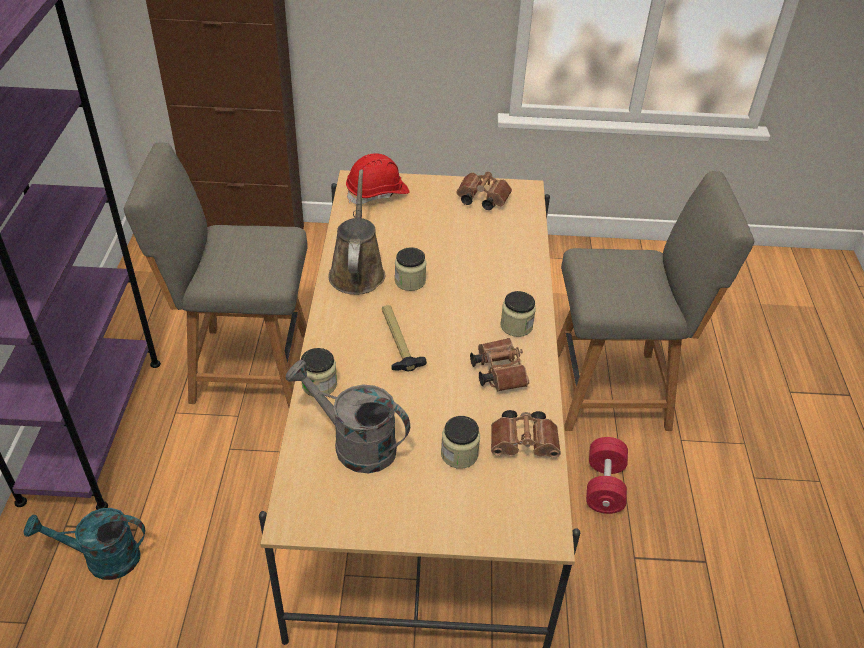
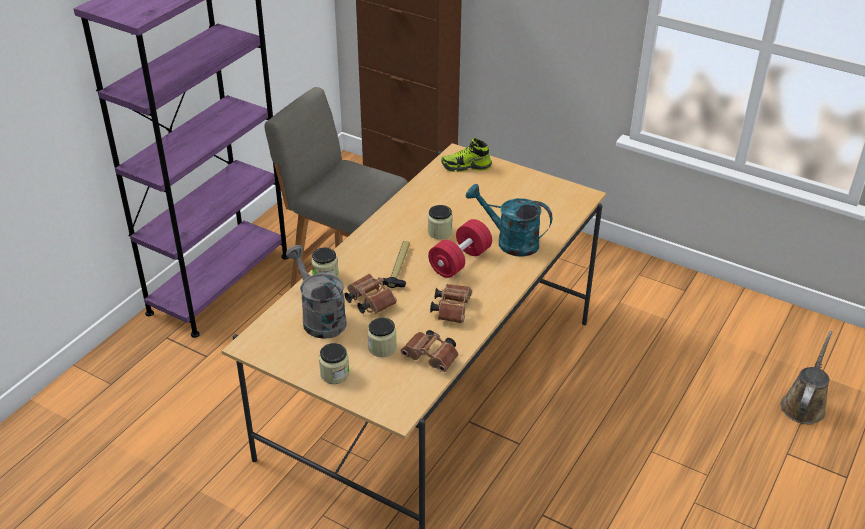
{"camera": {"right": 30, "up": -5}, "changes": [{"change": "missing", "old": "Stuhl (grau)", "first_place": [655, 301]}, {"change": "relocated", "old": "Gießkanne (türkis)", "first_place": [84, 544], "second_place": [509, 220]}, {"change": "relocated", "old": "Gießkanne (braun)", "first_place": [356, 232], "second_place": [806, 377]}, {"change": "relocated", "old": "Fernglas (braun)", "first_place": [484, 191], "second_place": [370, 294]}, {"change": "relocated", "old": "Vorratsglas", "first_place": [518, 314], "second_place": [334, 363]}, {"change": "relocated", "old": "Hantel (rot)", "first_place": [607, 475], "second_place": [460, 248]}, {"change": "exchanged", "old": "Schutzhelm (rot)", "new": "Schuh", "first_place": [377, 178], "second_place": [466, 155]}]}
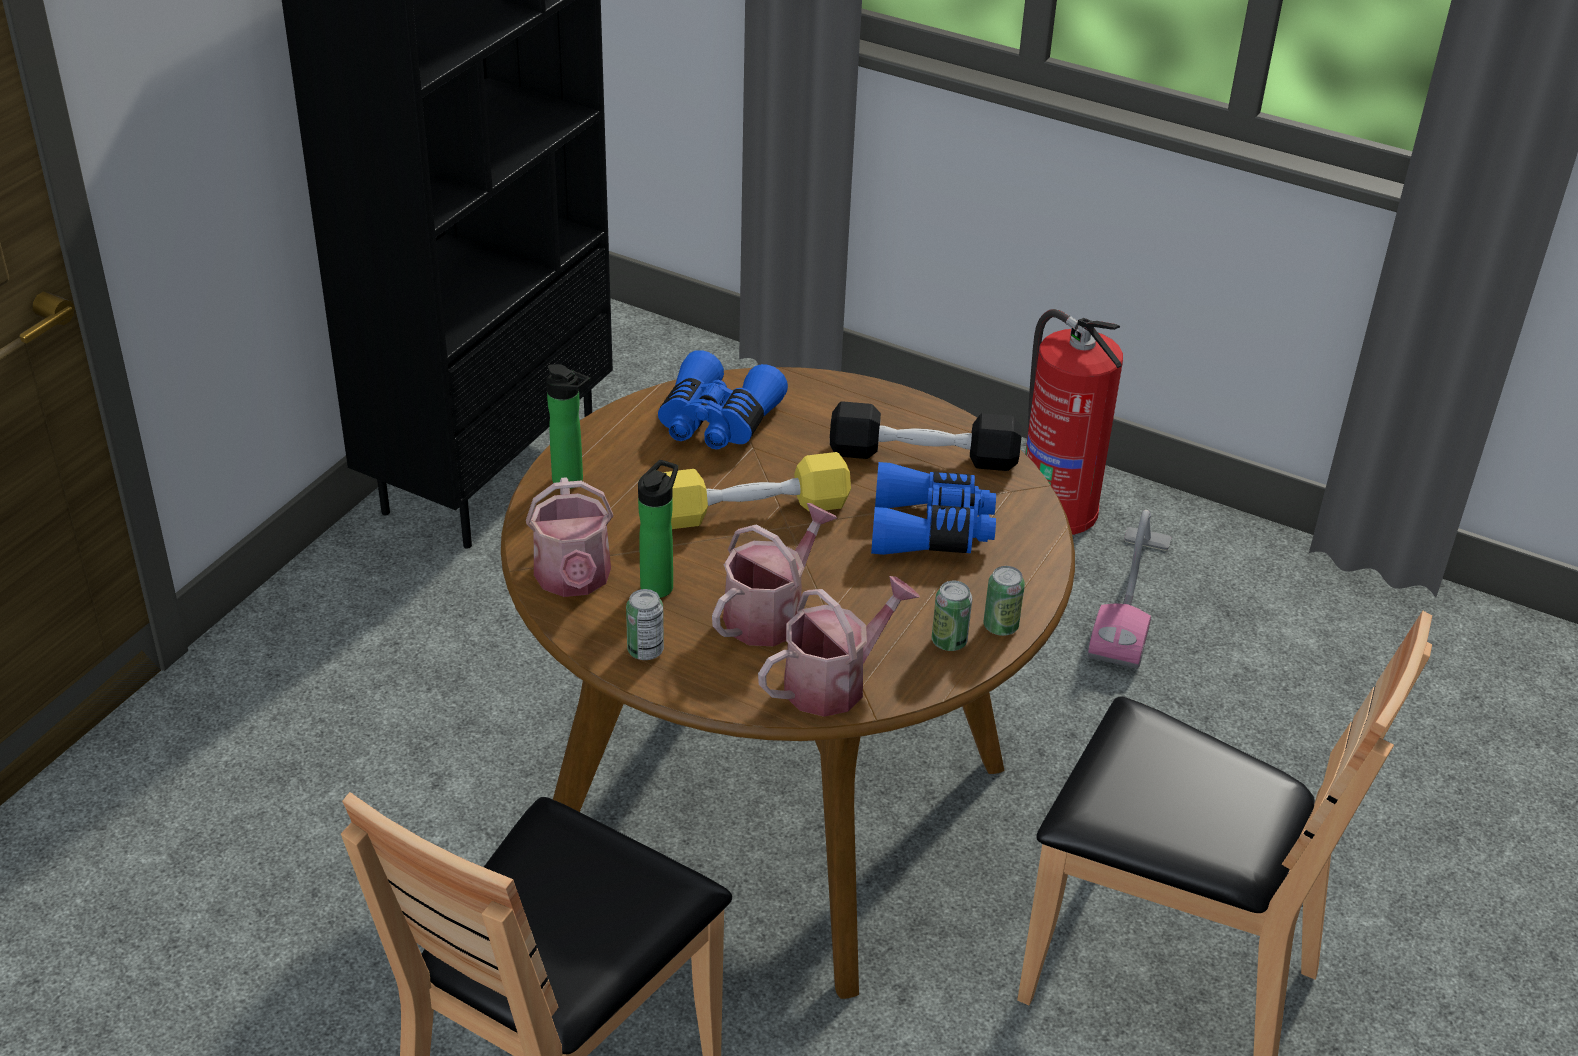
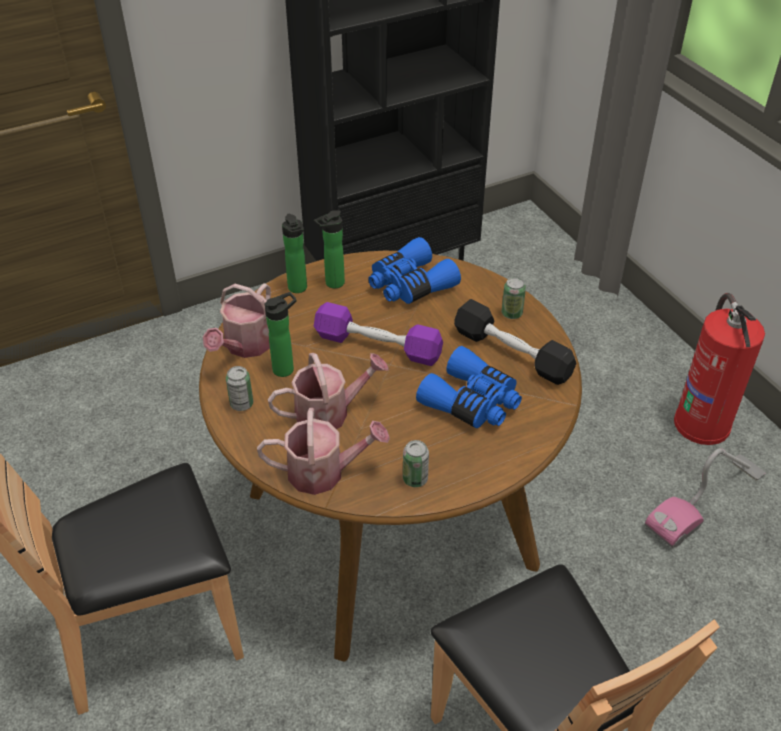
{"camera": {"right": 35, "up": 5}, "changes": [{"change": "appeared", "new": "Flasche", "second_place": [329, 249]}, {"change": "relocated", "old": "Dose", "first_place": [1004, 601], "second_place": [514, 298]}, {"change": "colour", "old": "Hantel (gelb)", "new": "Hantel (lila)", "first_place": [757, 490], "second_place": [378, 334]}]}
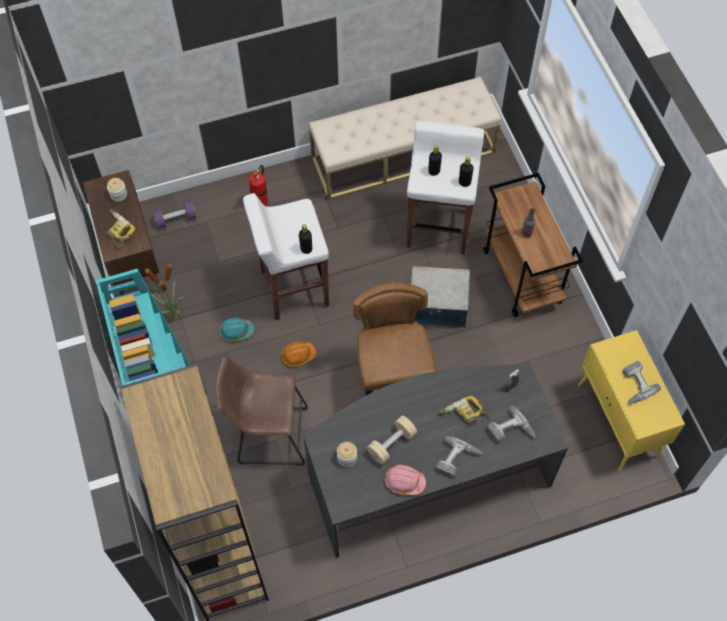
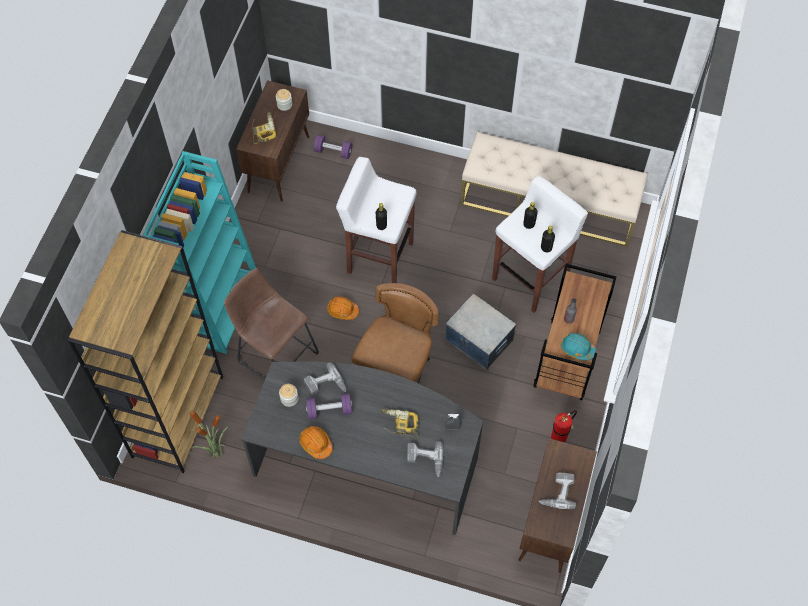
{"camera": {"right": 35, "up": 0}, "changes": [{"change": "relocated", "old": "Topfpflanze", "first_place": [164, 292], "second_place": [209, 434]}, {"change": "relocated", "old": "Schutzhelm (türkis)", "first_place": [236, 329], "second_place": [578, 347]}, {"change": "relocated", "old": "Feuerlöscher", "first_place": [258, 185], "second_place": [564, 426]}, {"change": "relocated", "old": "Bohrmaschine", "first_place": [458, 456], "second_place": [325, 378]}, {"change": "colour", "old": "Hantel (beige)", "new": "Hantel (lila)", "first_place": [392, 440], "second_place": [329, 406]}, {"change": "colour", "old": "Schutzhelm (rosa)", "new": "Schutzhelm (orange)", "first_place": [405, 480], "second_place": [316, 442]}, {"change": "colour", "old": "Schrank (gelb)", "new": "Schrank (braun)", "first_place": [631, 401], "second_place": [558, 505]}]}
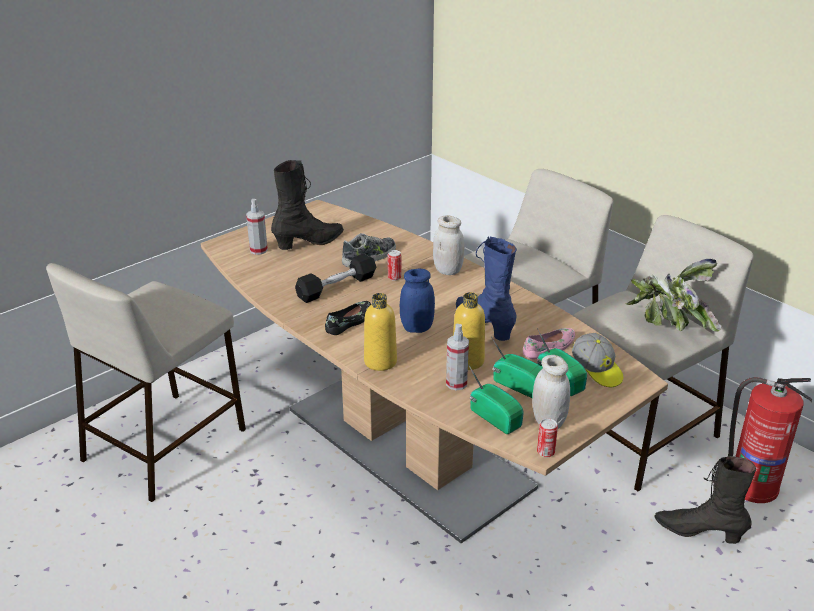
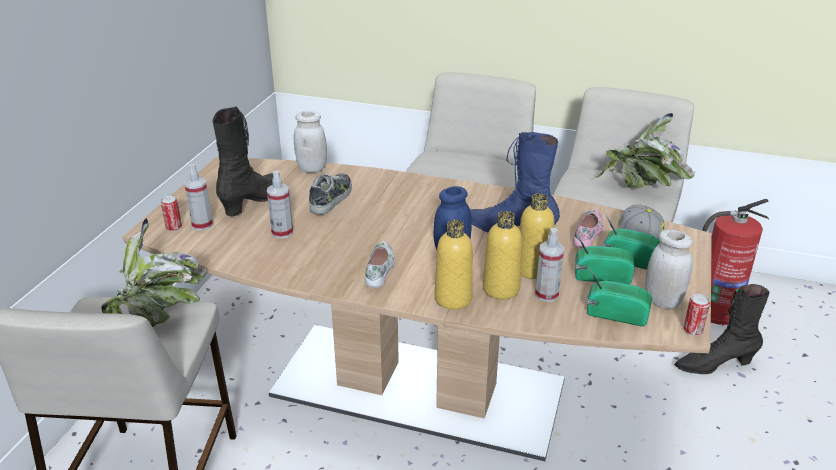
{"camera": {"right": -30, "up": 0}, "changes": [{"change": "missing", "old": "Hantel (schwarz)", "first_place": [335, 278]}, {"change": "appeared", "new": "Topfpflanze", "second_place": [153, 272]}, {"change": "appeared", "new": "Sprühflasche", "second_place": [280, 205]}, {"change": "appeared", "new": "Flasche (gelb)", "second_place": [502, 255]}, {"change": "relocated", "old": "Dose", "first_place": [394, 265], "second_place": [171, 213]}, {"change": "relocated", "old": "Vorratsglas (weiß)", "first_place": [448, 245], "second_place": [310, 142]}, {"change": "colour", "old": "Schuh (schwarz)", "new": "Schuh (weiß)", "first_place": [348, 318], "second_place": [380, 264]}]}
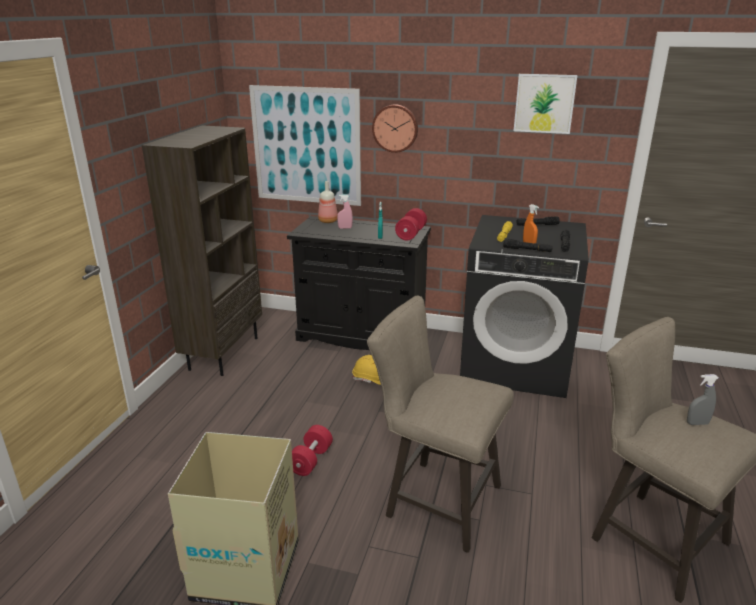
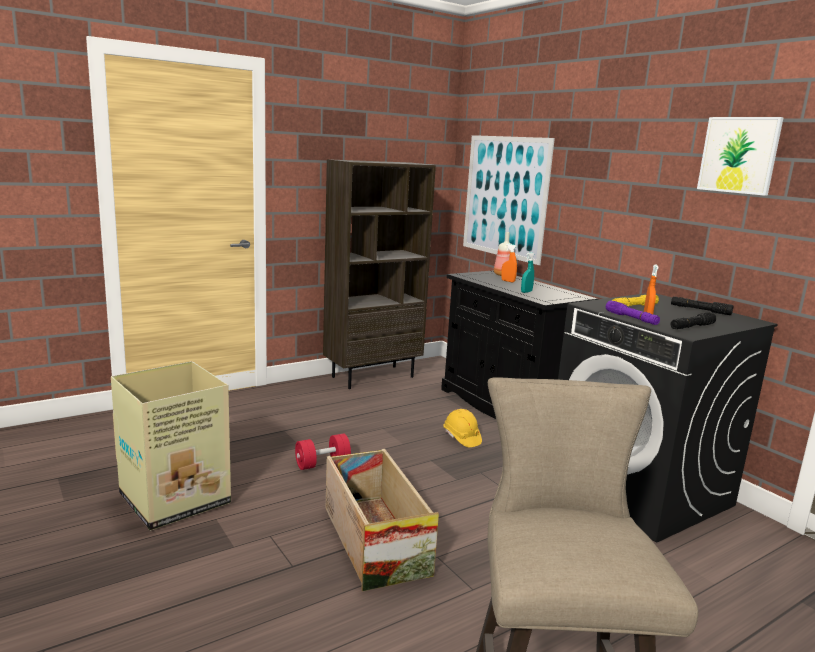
{"camera": {"right": 40, "up": -10}, "changes": [{"change": "missing", "old": "Wanduhr", "first_place": [395, 129]}, {"change": "missing", "old": "Hantel (rot)", "first_place": [411, 224]}, {"change": "missing", "old": "Sprühflasche (grau)", "first_place": [703, 399]}, {"change": "exchanged", "old": "Hocker (beige)", "new": "Kiste", "first_place": [440, 424], "second_place": [382, 520]}, {"change": "colour", "old": "Sprühflasche (rosa)", "new": "Sprühflasche (orange)", "first_place": [345, 211], "second_place": [509, 263]}, {"change": "colour", "old": "Taschenlampe (schwarz)", "new": "Taschenlampe (lila)", "first_place": [527, 245], "second_place": [633, 312]}]}
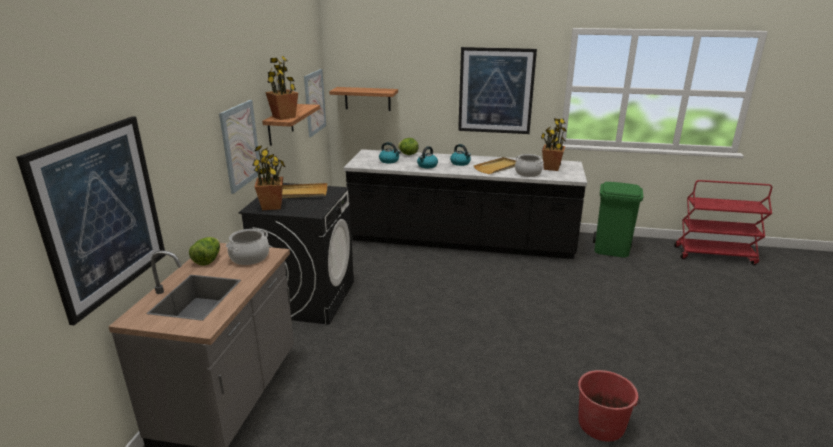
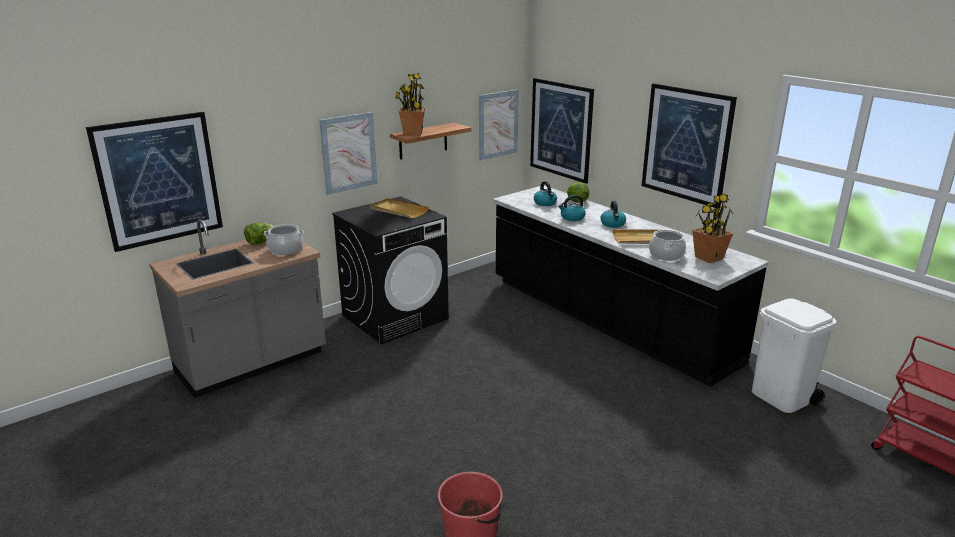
{"camera": {"right": 40, "up": 0}, "changes": [{"change": "missing", "old": "Topfpflanze", "first_place": [268, 177]}, {"change": "exchanged", "old": "Wandregal", "new": "Bild", "first_place": [363, 99], "second_place": [562, 130]}, {"change": "colour", "old": "Mülleimer (grün)", "new": "Mülleimer (weiß)", "first_place": [618, 220], "second_place": [794, 356]}]}
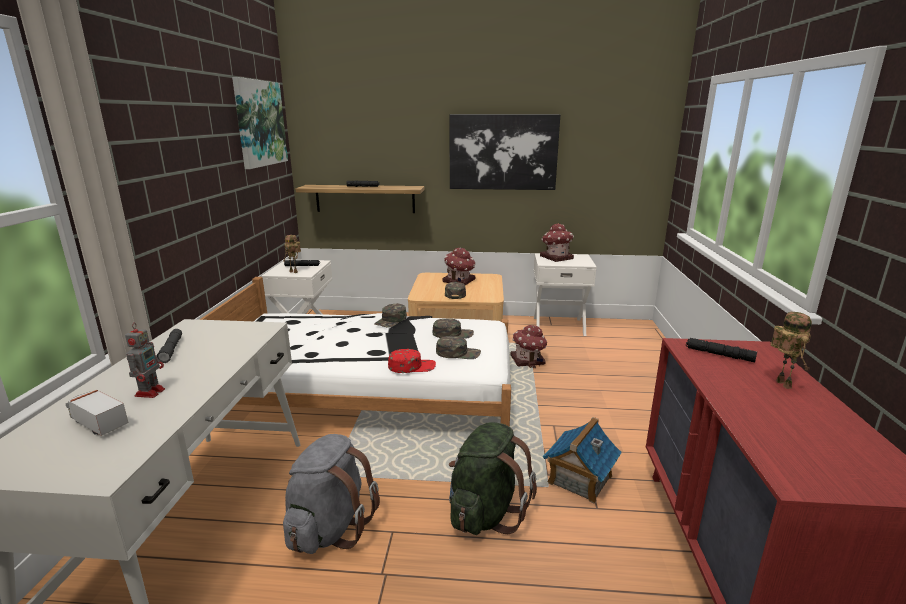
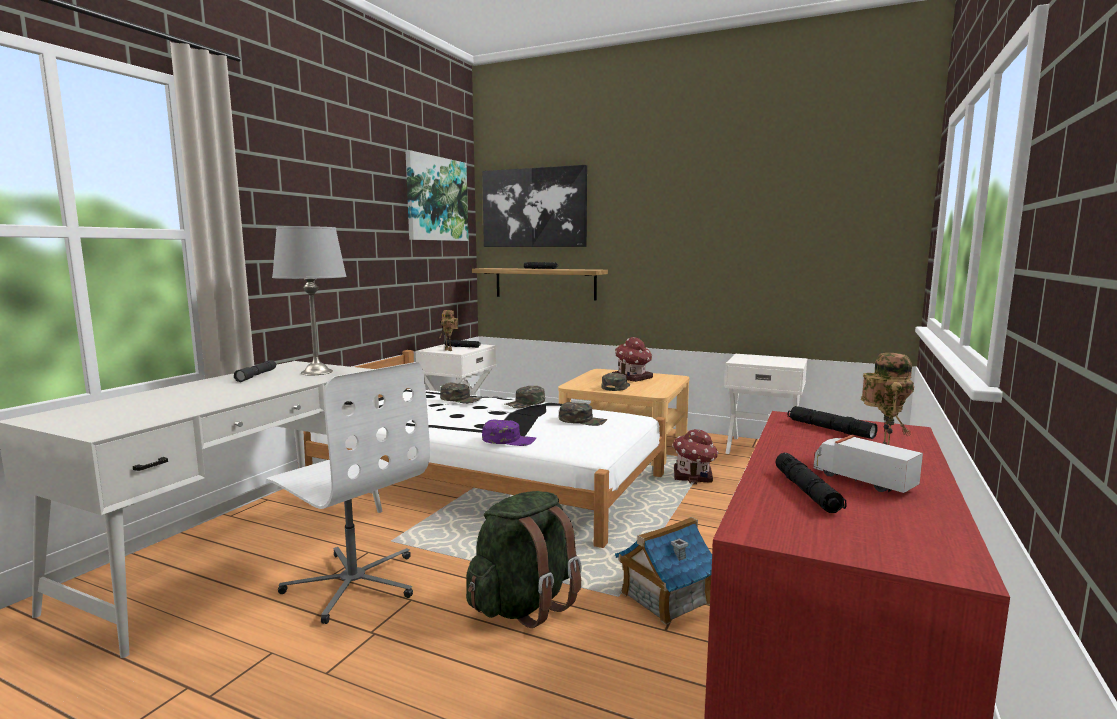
{"camera": {"right": 20, "up": -10}, "changes": [{"change": "missing", "old": "Spielzeugroboter", "first_place": [145, 360]}, {"change": "missing", "old": "Spielzeughaus", "first_place": [557, 242]}, {"change": "appeared", "new": "Tischlampe (grau)", "second_place": [309, 300]}, {"change": "appeared", "new": "Taschenlampe (schwarz)", "second_place": [811, 483]}, {"change": "relocated", "old": "Spielzeuglaster", "first_place": [97, 413], "second_place": [868, 464]}, {"change": "relocated", "old": "Kappe (grün)", "first_place": [458, 347], "second_place": [460, 393]}, {"change": "relocated", "old": "Bild", "first_place": [505, 152], "second_place": [534, 206]}, {"change": "exchanged", "old": "Rucksack (grau)", "new": "Bürostuhl (weiß)", "first_place": [331, 494], "second_place": [348, 493]}, {"change": "colour", "old": "Kappe (rot)", "new": "Kappe (lila)", "first_place": [412, 361], "second_place": [509, 433]}]}
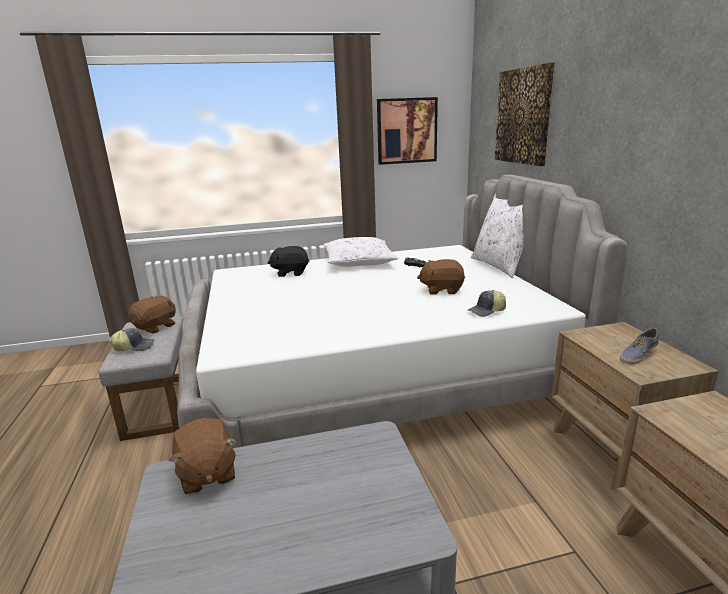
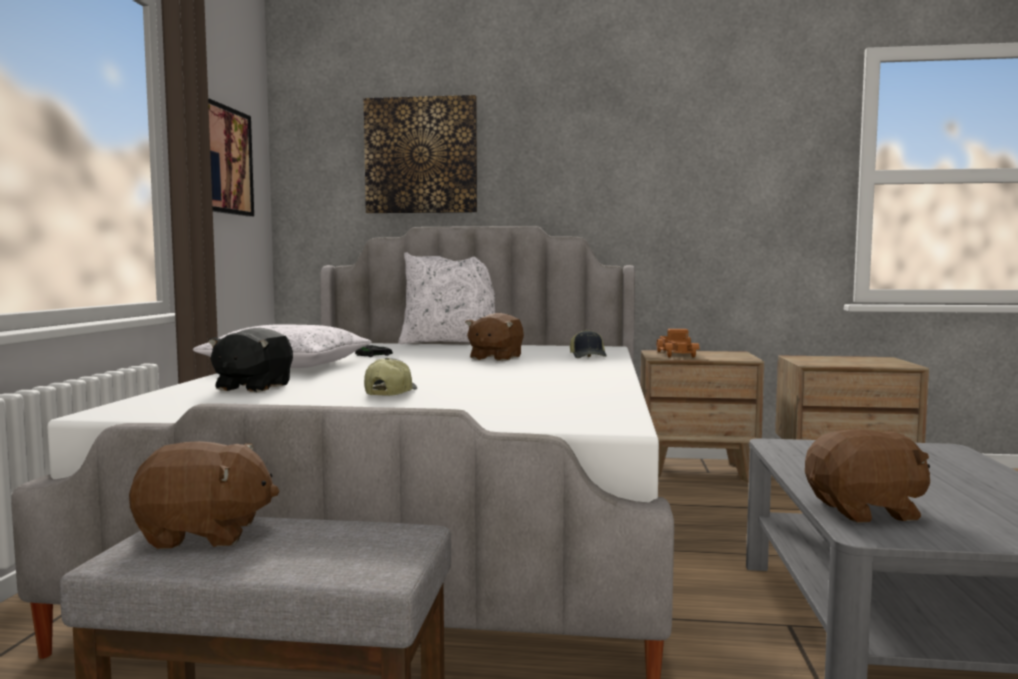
{"camera": {"right": -70, "up": -15}, "changes": [{"change": "missing", "old": "Schuh", "first_place": [639, 346]}, {"change": "appeared", "new": "Spielzeuglaster", "second_place": [677, 343]}, {"change": "relocated", "old": "Kappe", "first_place": [132, 339], "second_place": [390, 377]}, {"change": "spun", "old": "Plüschtier (braun)", "first_place": [152, 314], "second_place": [204, 495], "degrees": 120}]}
